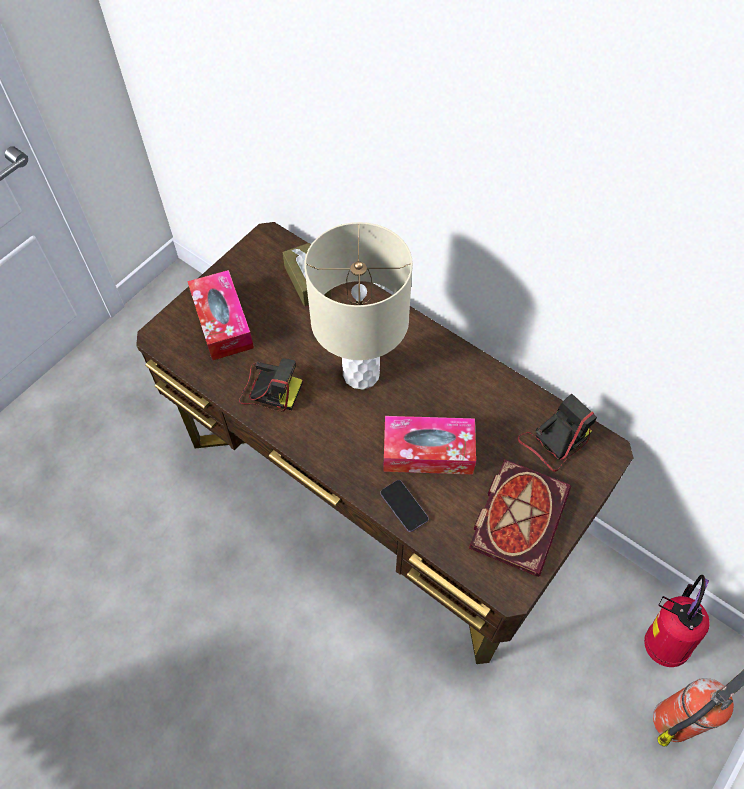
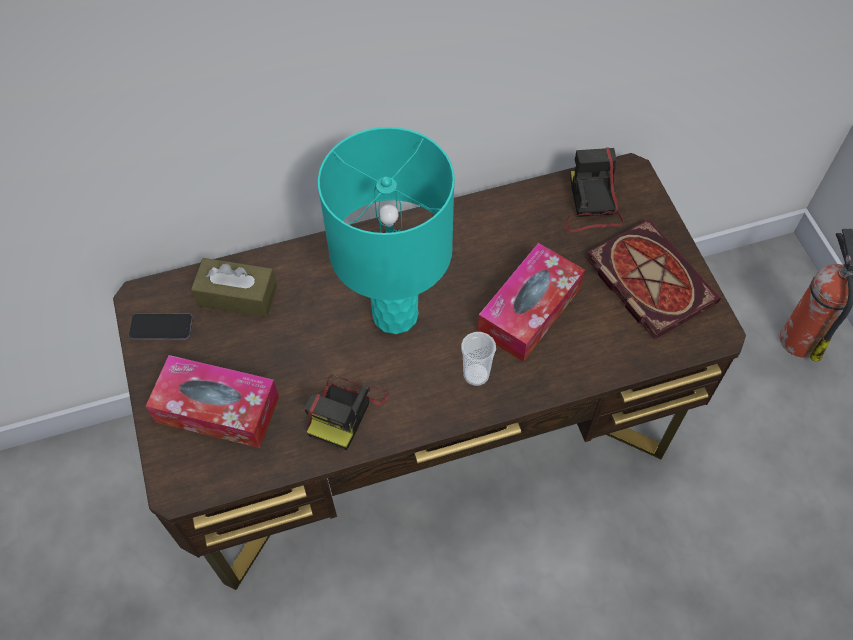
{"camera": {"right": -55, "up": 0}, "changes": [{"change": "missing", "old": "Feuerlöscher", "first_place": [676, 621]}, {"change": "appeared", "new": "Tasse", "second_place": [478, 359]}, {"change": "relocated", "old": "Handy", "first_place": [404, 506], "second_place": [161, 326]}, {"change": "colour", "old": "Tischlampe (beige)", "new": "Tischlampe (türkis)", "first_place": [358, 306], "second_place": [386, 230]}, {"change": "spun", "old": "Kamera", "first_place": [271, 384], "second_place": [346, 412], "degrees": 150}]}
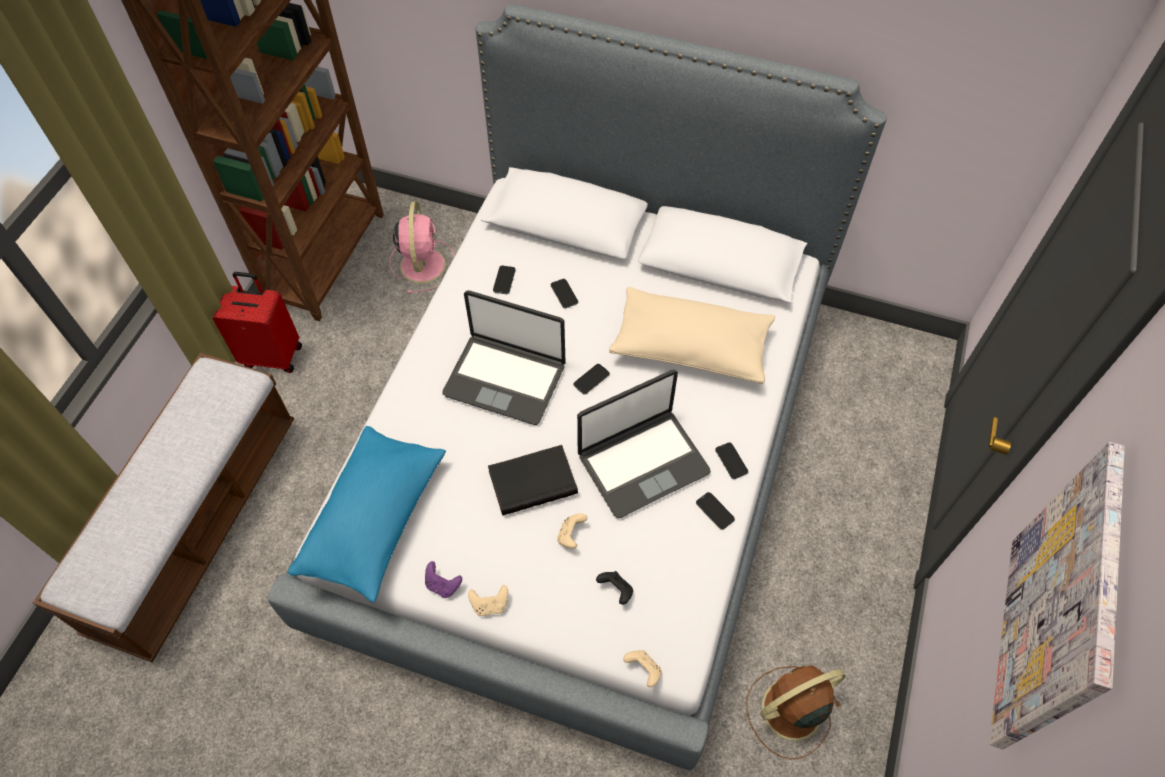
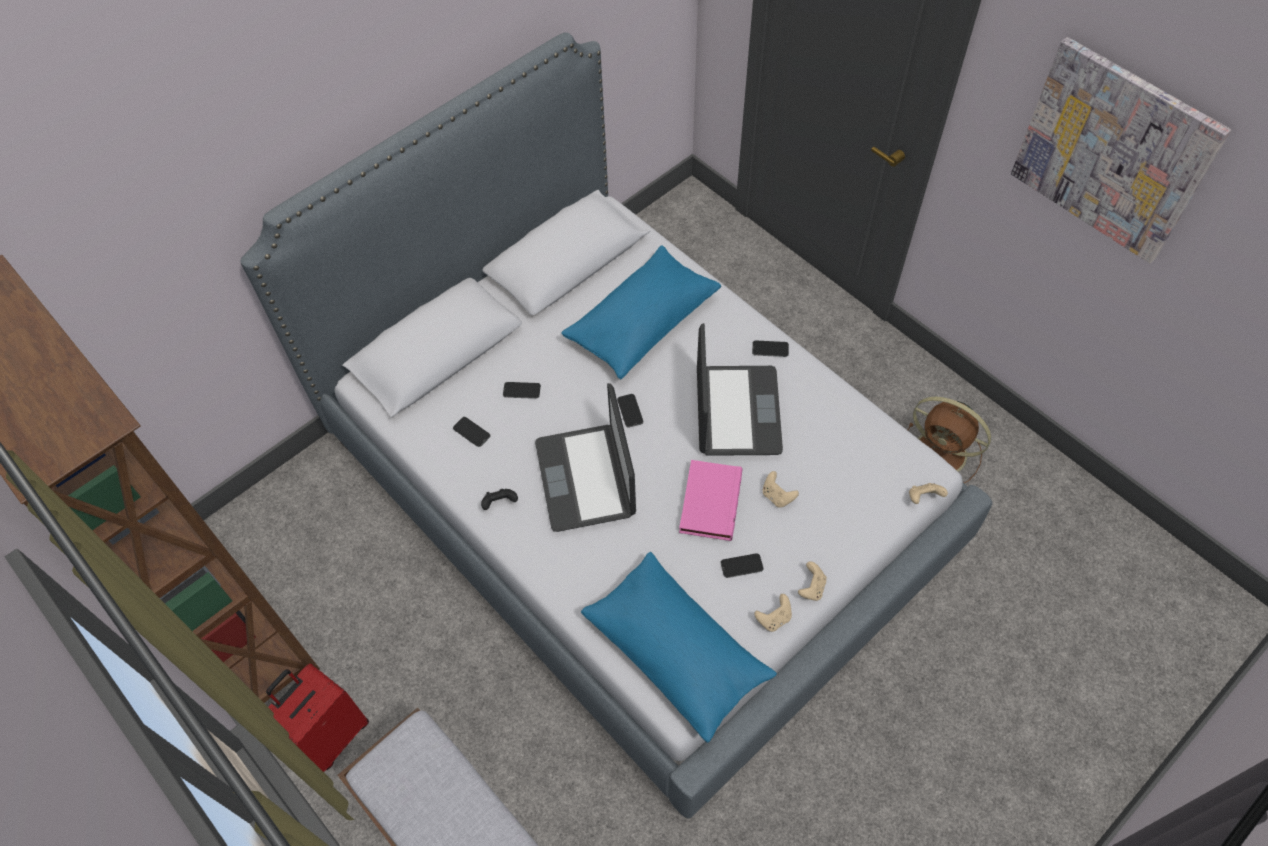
{"camera": {"right": -60, "up": 0}, "changes": [{"change": "missing", "old": "Ventilator (rosa)", "first_place": [422, 247]}, {"change": "relocated", "old": "Gamepad (schwarz)", "first_place": [614, 588], "second_place": [499, 499]}, {"change": "relocated", "old": "Handy", "first_place": [715, 511], "second_place": [742, 565]}, {"change": "colour", "old": "Gamepad (lila)", "new": "Gamepad (beige)", "first_place": [443, 579], "second_place": [773, 613]}, {"change": "colour", "old": "Buch (schwarz)", "new": "Buch (rosa)", "first_place": [533, 480], "second_place": [710, 500]}, {"change": "colour", "old": "Kissen (beige)", "new": "Kissen (blau)", "first_place": [692, 335], "second_place": [641, 312]}, {"change": "spun", "old": "Laptop", "first_place": [504, 357], "second_place": [585, 457], "degrees": 120}, {"change": "spun", "old": "Ventilator (braun)", "first_place": [796, 712], "second_place": [949, 440], "degrees": -60}]}
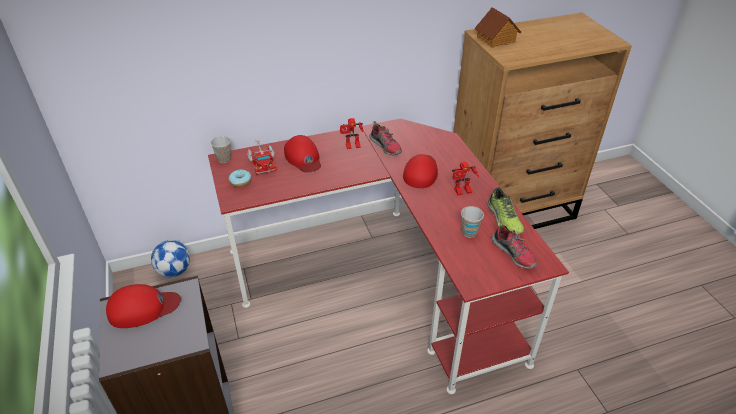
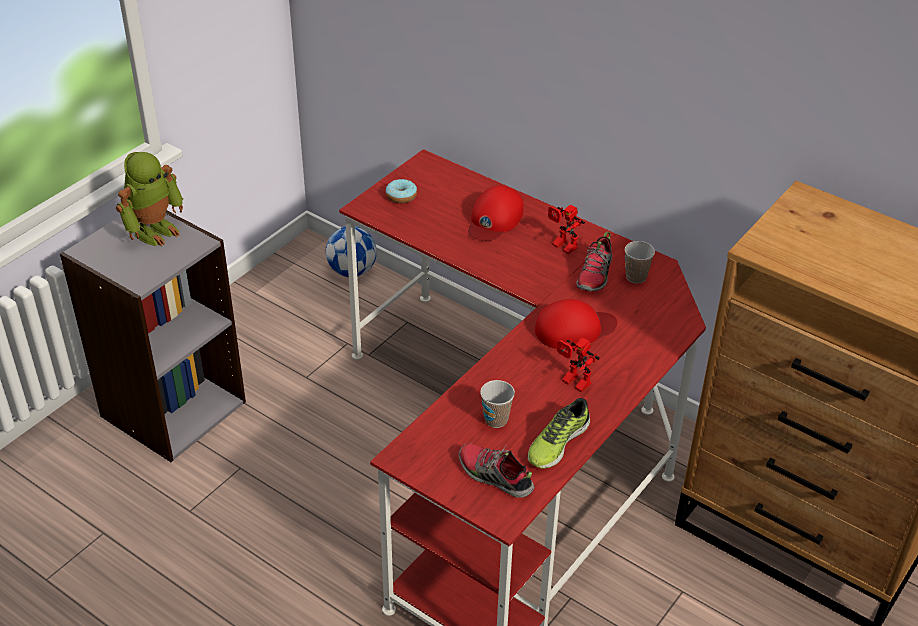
{"camera": {"right": 55, "up": 0}, "changes": [{"change": "missing", "old": "Spielzeuglaster", "first_place": [262, 157]}, {"change": "missing", "old": "Spielzeughaus", "first_place": [497, 27]}, {"change": "relocated", "old": "Tasse", "first_place": [221, 149], "second_place": [640, 262]}, {"change": "exchanged", "old": "Kappe (rot)", "new": "Spielzeugroboter", "first_place": [143, 306], "second_place": [149, 199]}, {"change": "spun", "old": "Schuh", "first_place": [515, 245], "second_place": [496, 470], "degrees": 105}]}
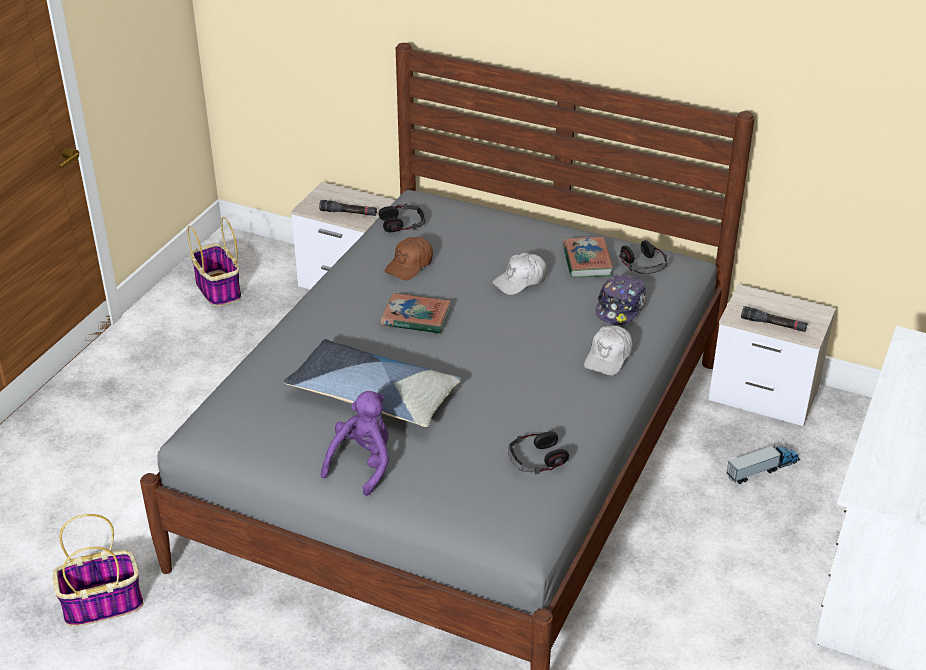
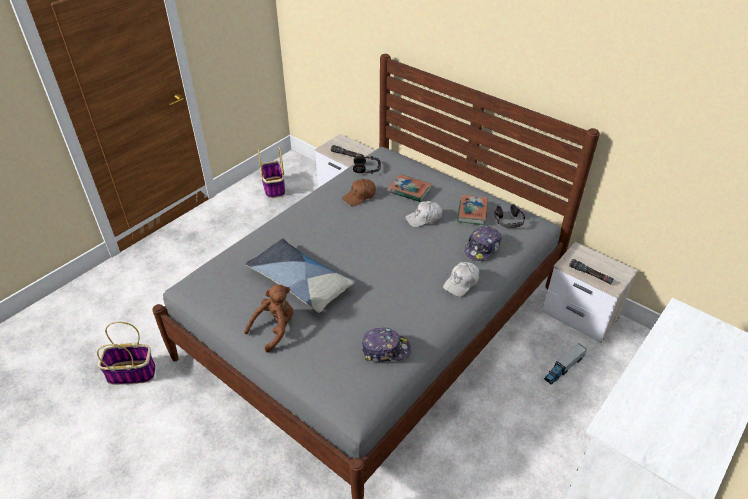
{"camera": {"right": 15, "up": 5}, "changes": [{"change": "relocated", "old": "Buch", "first_place": [416, 313], "second_place": [410, 188]}, {"change": "exchanged", "old": "Kopfhörer", "new": "Kappe", "first_place": [538, 453], "second_place": [386, 345]}, {"change": "colour", "old": "Plüschtier (lila)", "new": "Plüschtier (braun)", "first_place": [355, 443], "second_place": [268, 319]}, {"change": "spun", "old": "Spielzeuglaster", "first_place": [763, 464], "second_place": [565, 363], "degrees": 150}]}
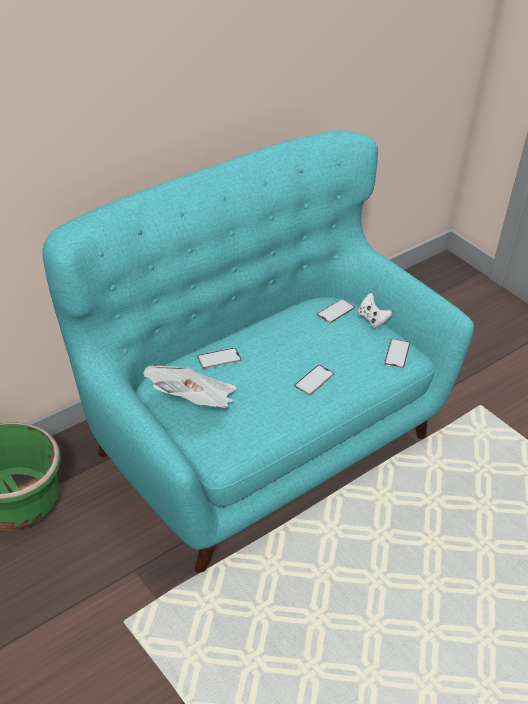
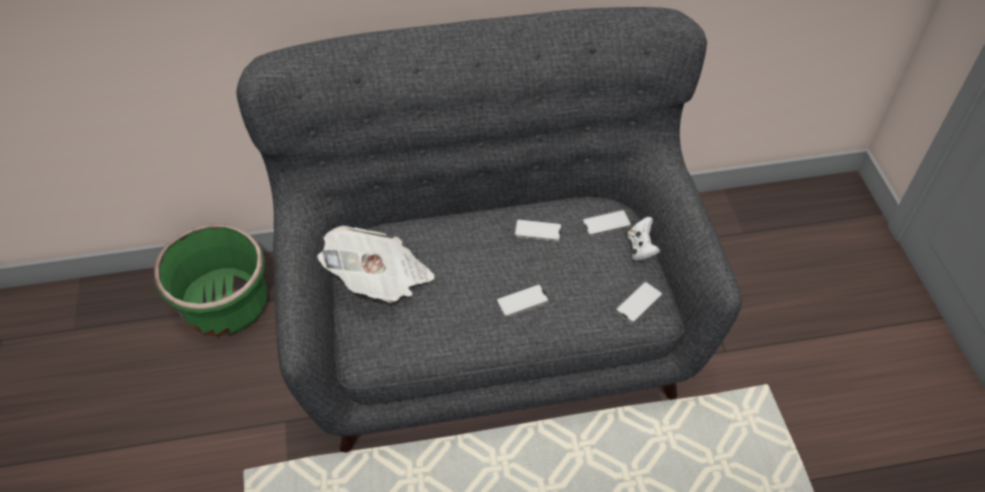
{"camera": {"right": 30, "up": 10}, "changes": [{"change": "relocated", "old": "Handy", "first_place": [219, 358], "second_place": [538, 230]}, {"change": "colour", "old": "Sofa (türkis)", "new": "Sofa (grau)", "first_place": [258, 351], "second_place": [489, 230]}]}
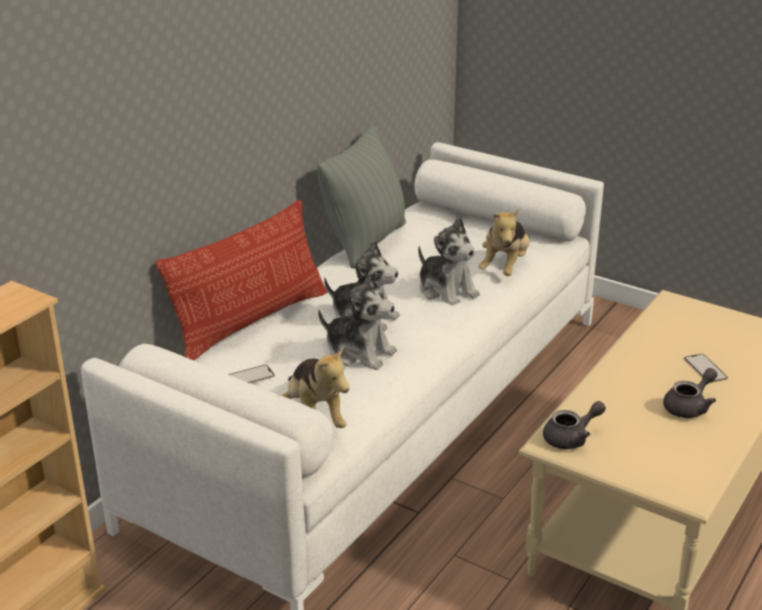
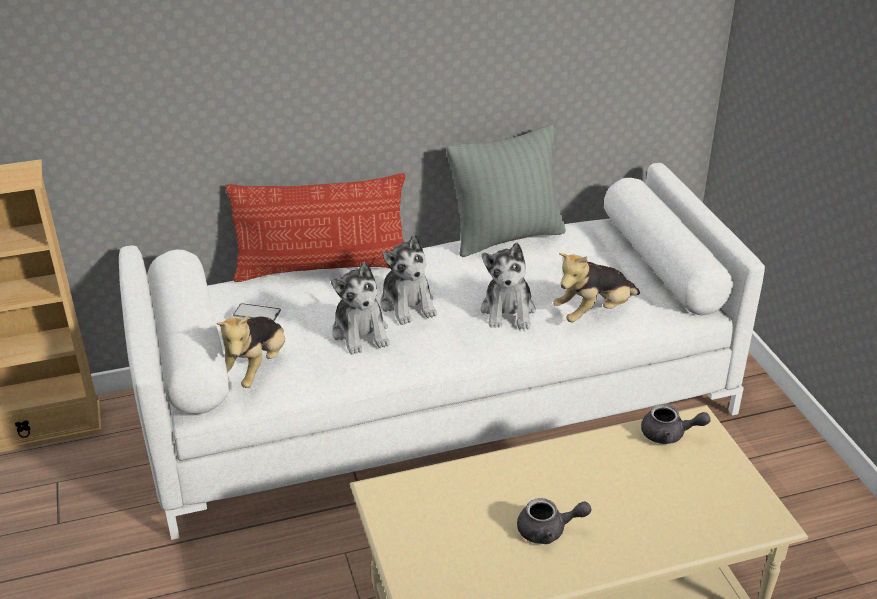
{"camera": {"right": 40, "up": 5}, "changes": [{"change": "missing", "old": "Handy", "first_place": [706, 368]}, {"change": "relocated", "old": "Teekanne (grau)", "first_place": [574, 425], "second_place": [676, 424]}]}
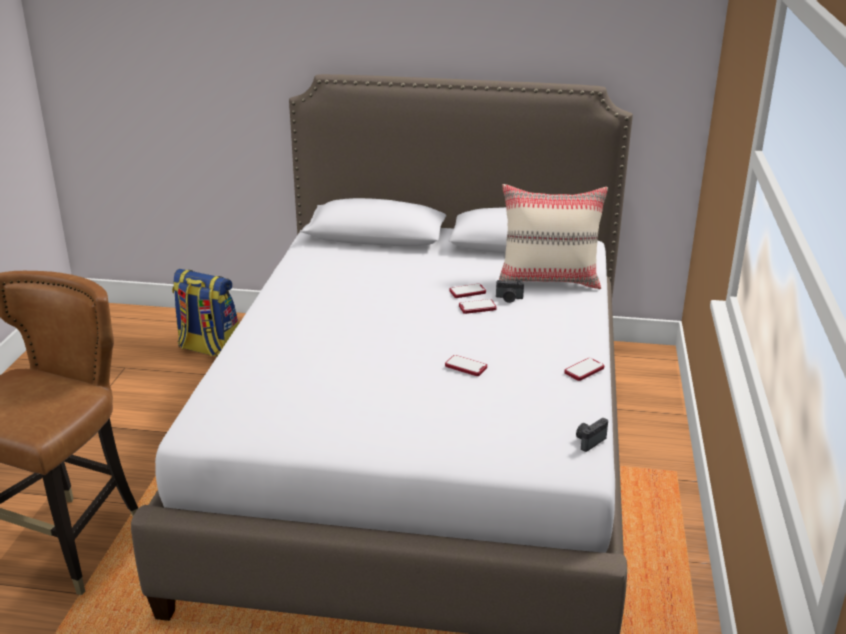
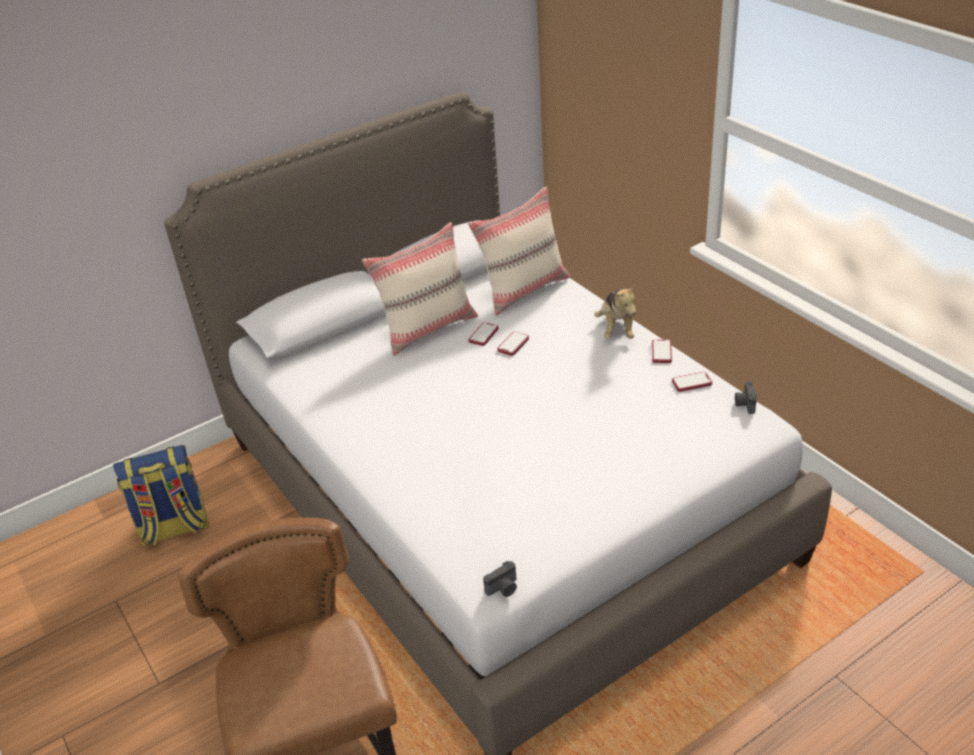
{"camera": {"right": -40, "up": 10}, "changes": [{"change": "appeared", "new": "Kissen (beige)", "second_place": [420, 289]}, {"change": "appeared", "new": "Plüschtier", "second_place": [615, 312]}, {"change": "relocated", "old": "Handy", "first_place": [466, 365], "second_place": [692, 382]}, {"change": "relocated", "old": "Kamera", "first_place": [510, 291], "second_place": [500, 579]}]}
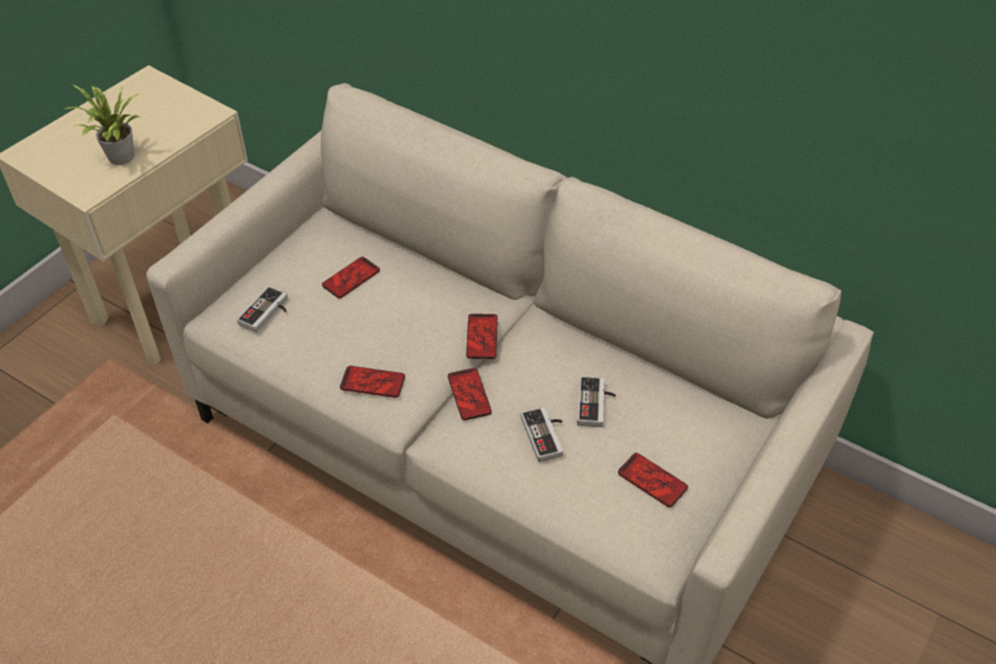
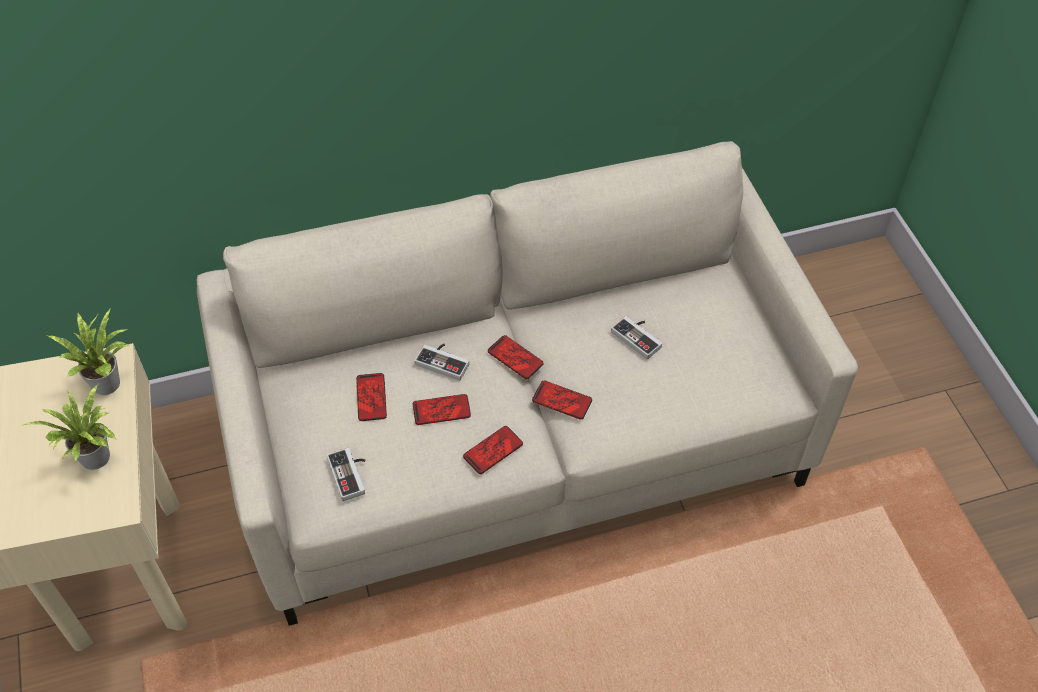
{"camera": {"right": -50, "up": 5}, "changes": [{"change": "appeared", "new": "Topfpflanze", "second_place": [88, 352]}, {"change": "relocated", "old": "Gamepad", "first_place": [542, 434], "second_place": [442, 362]}, {"change": "relocated", "old": "Handy", "first_place": [653, 480], "second_place": [442, 409]}]}
